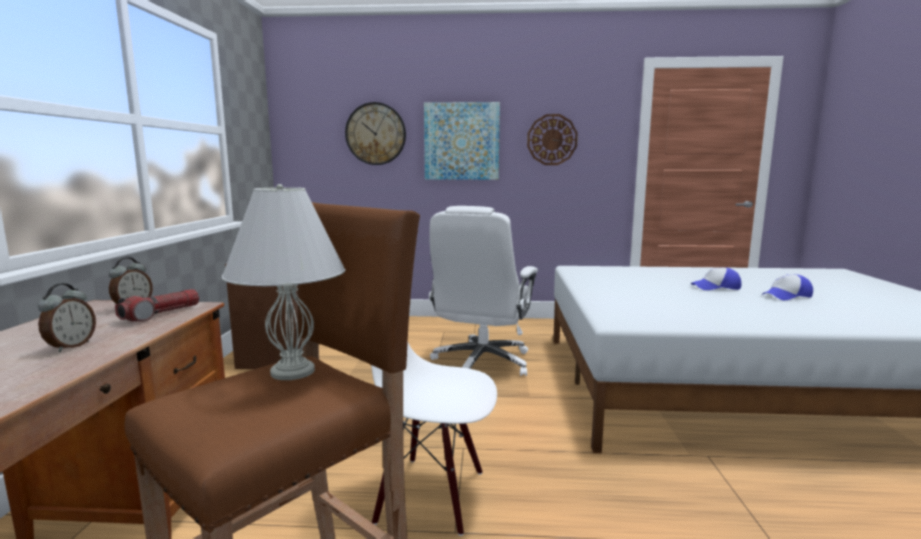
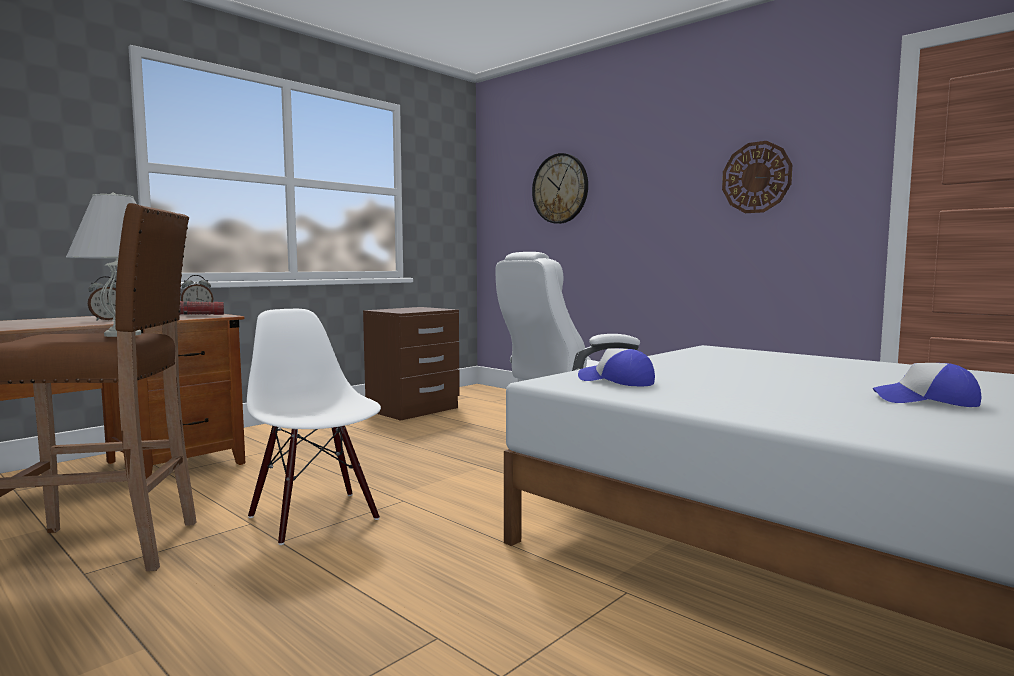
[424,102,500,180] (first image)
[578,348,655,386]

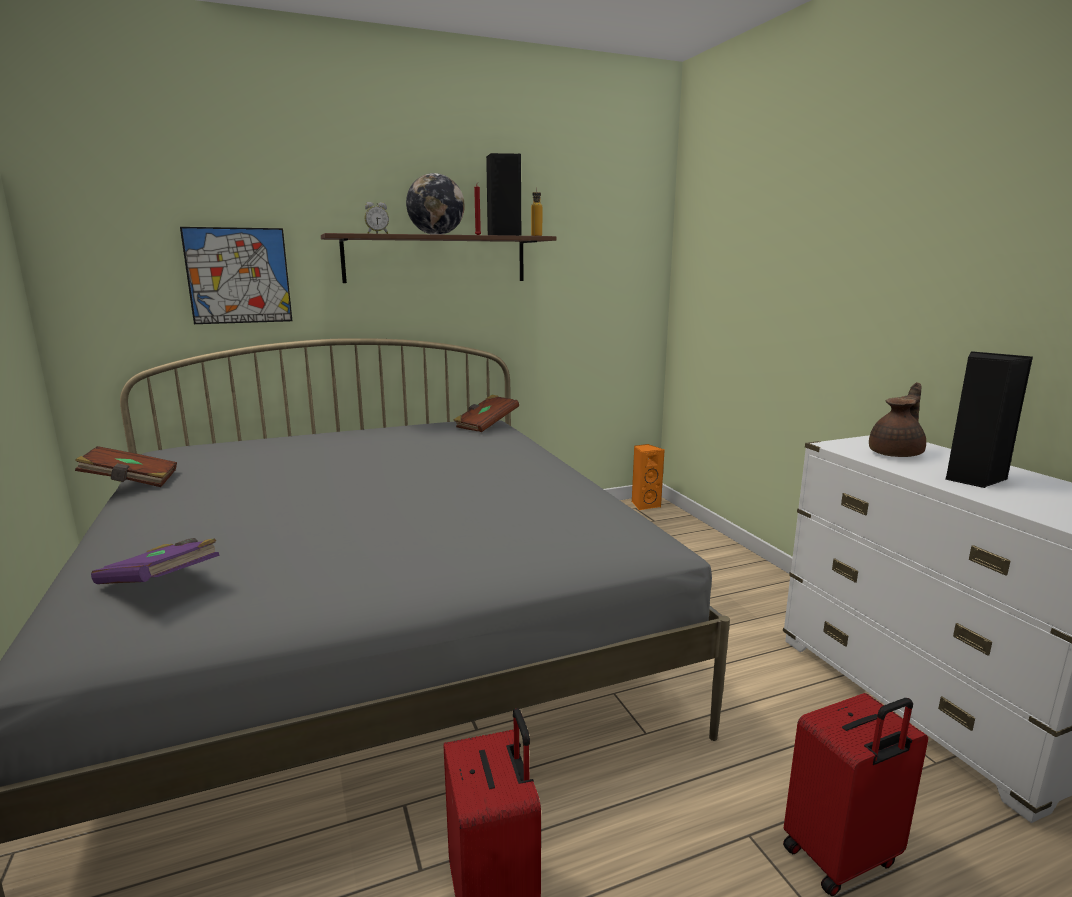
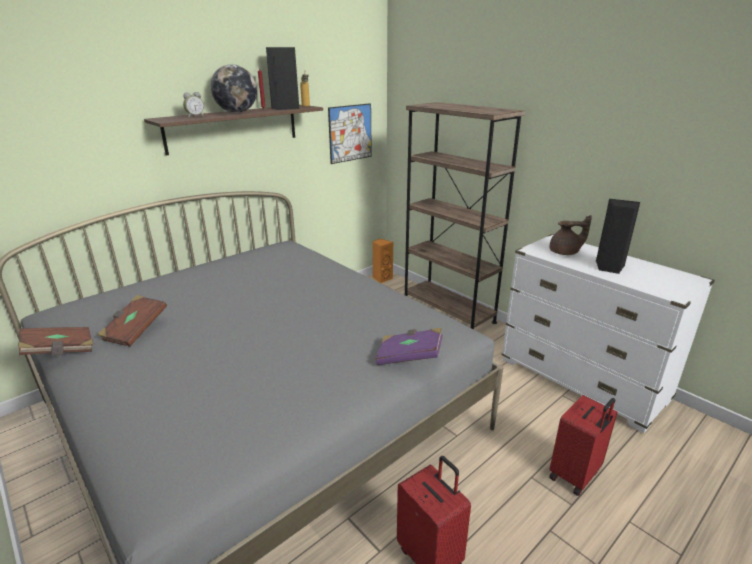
[405,102,525,329]
[375,328,443,365]
[328,103,372,164]
[97,295,167,347]
[550,215,592,255]

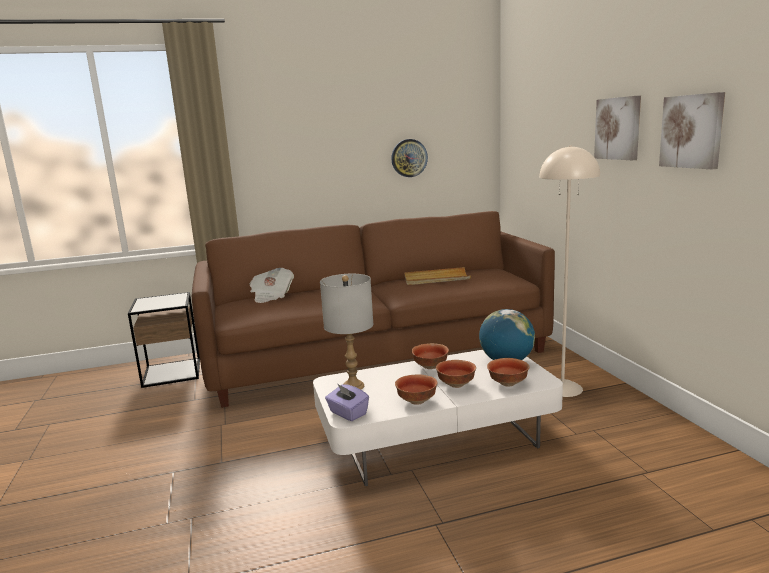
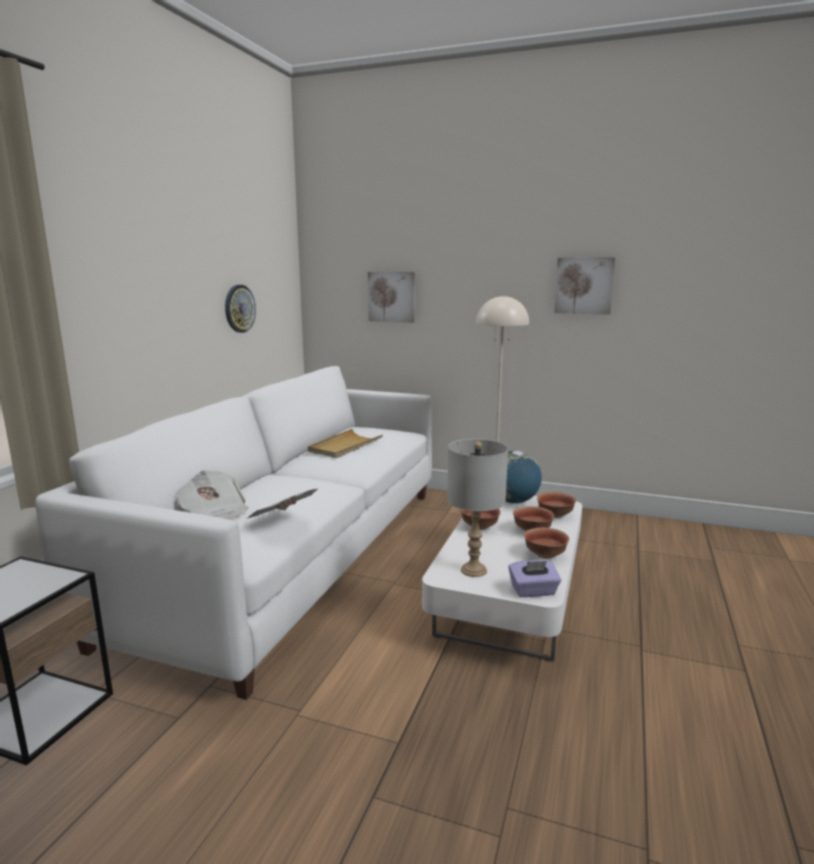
[246,489,318,519]
[368,272,415,323]
[35,366,432,700]

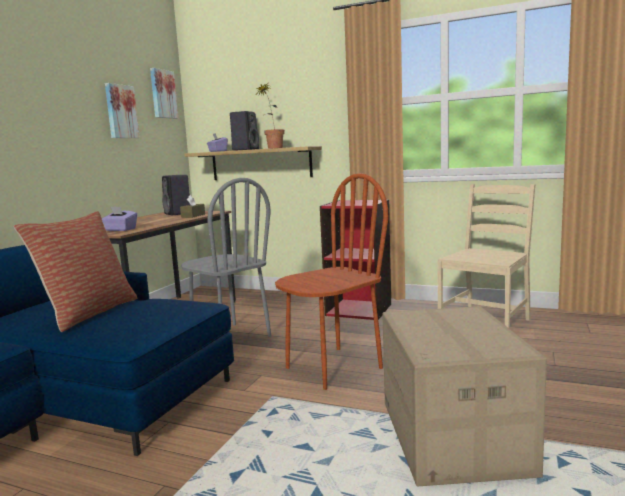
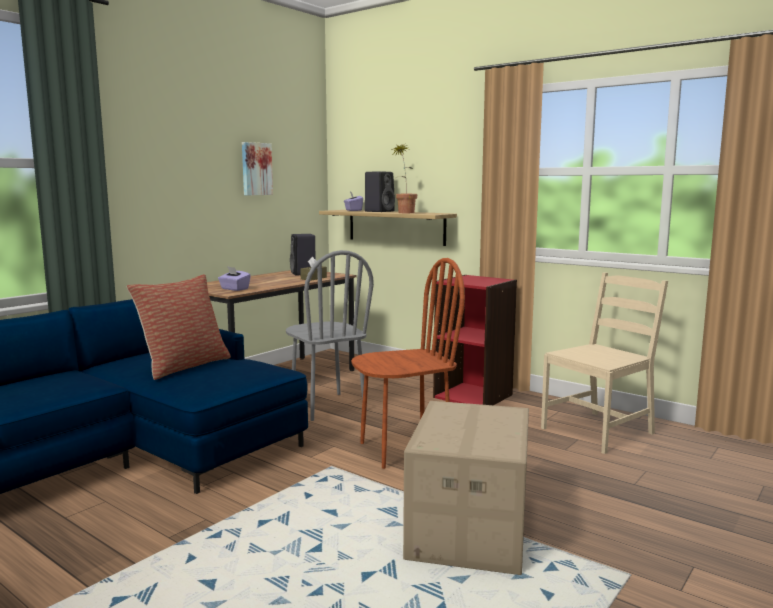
[150,68,178,119] (first image)

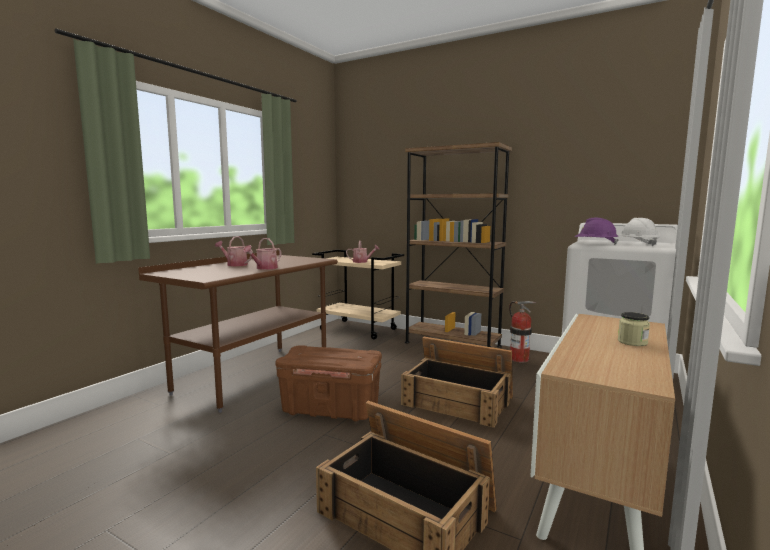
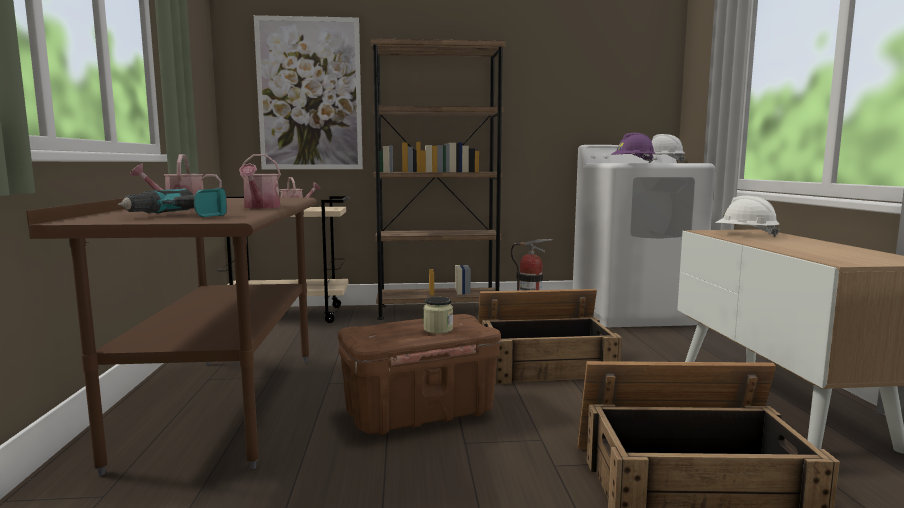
[118,188,227,217]
[254,15,363,169]
[715,196,780,237]
[424,297,453,334]

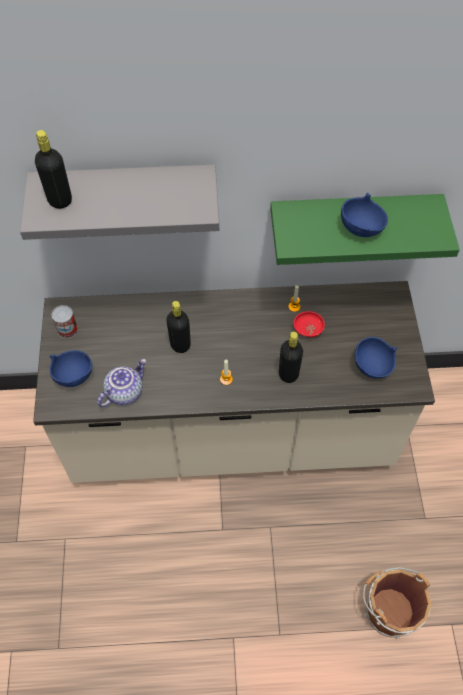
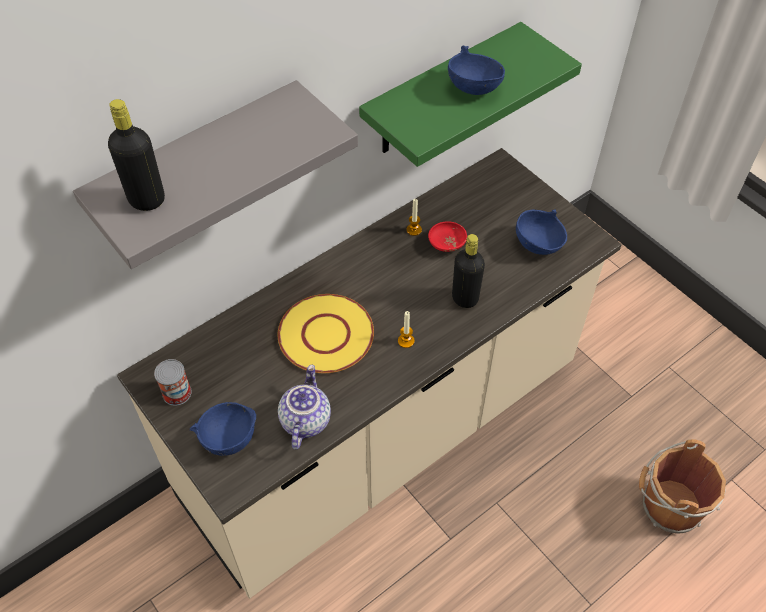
[278,294,374,373]

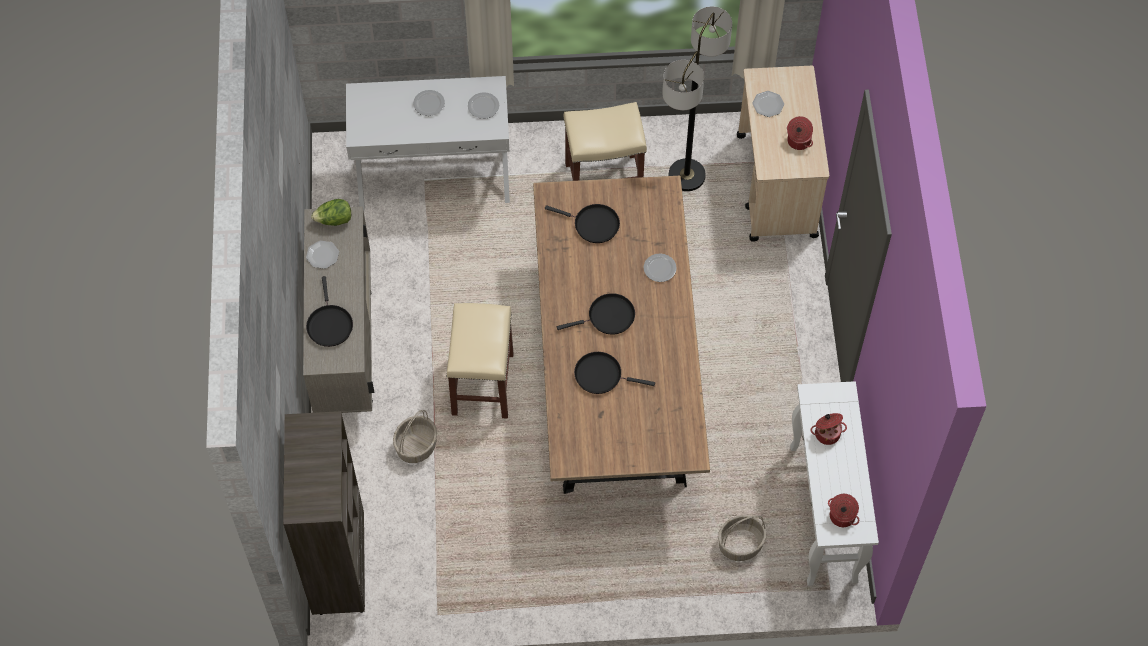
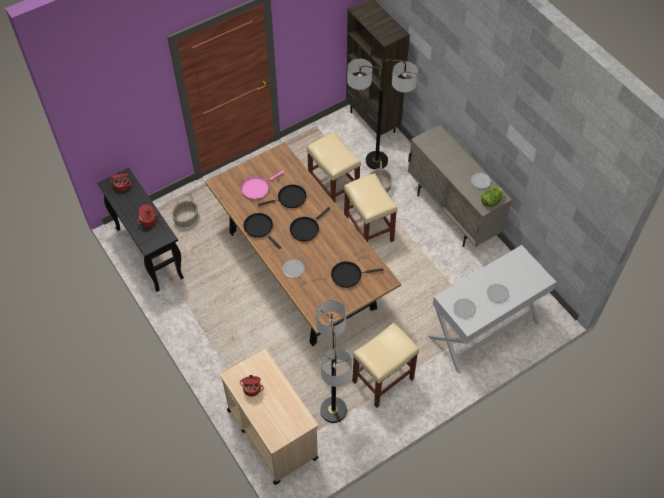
[752,91,784,117] (first image)
[241,171,284,200]
[307,132,361,202]
[347,59,418,170]
[244,213,281,249]
[97,168,184,292]

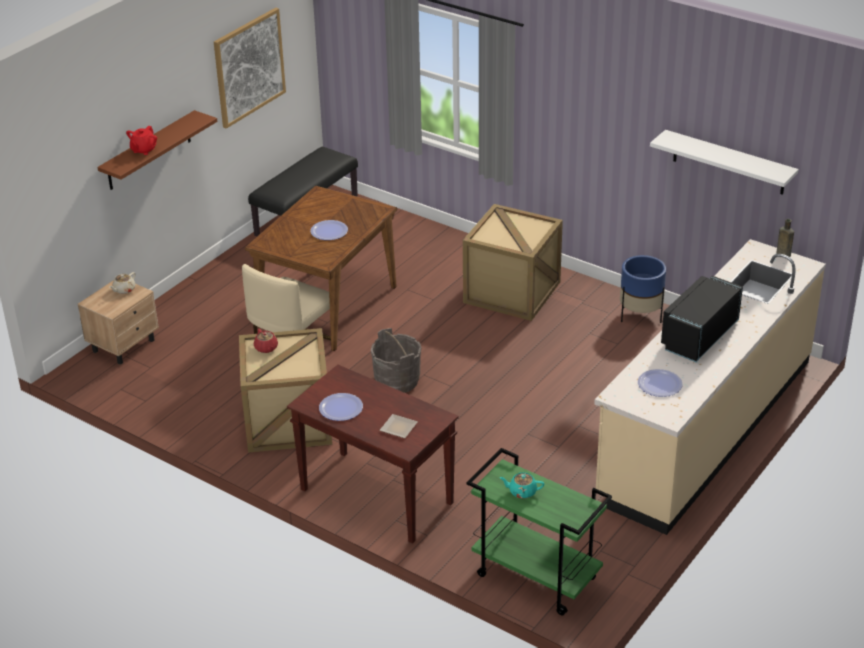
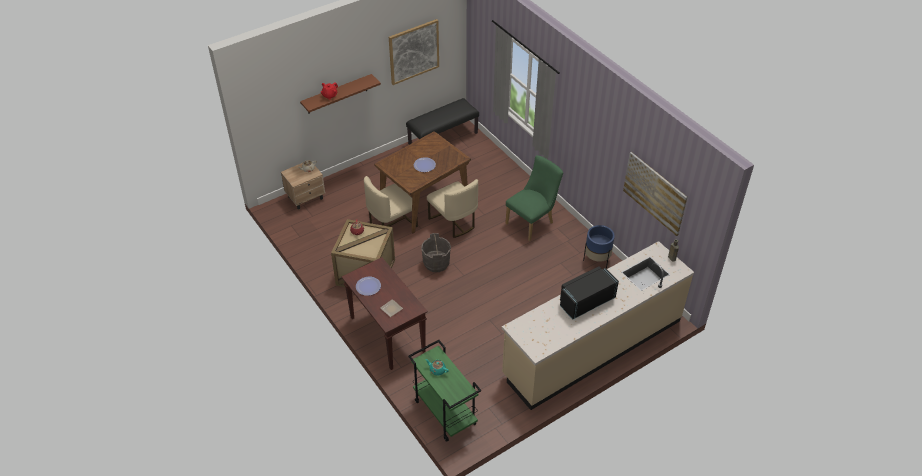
[638,369,683,397] (first image)
[427,179,478,238]
[505,155,563,241]
[623,152,687,236]

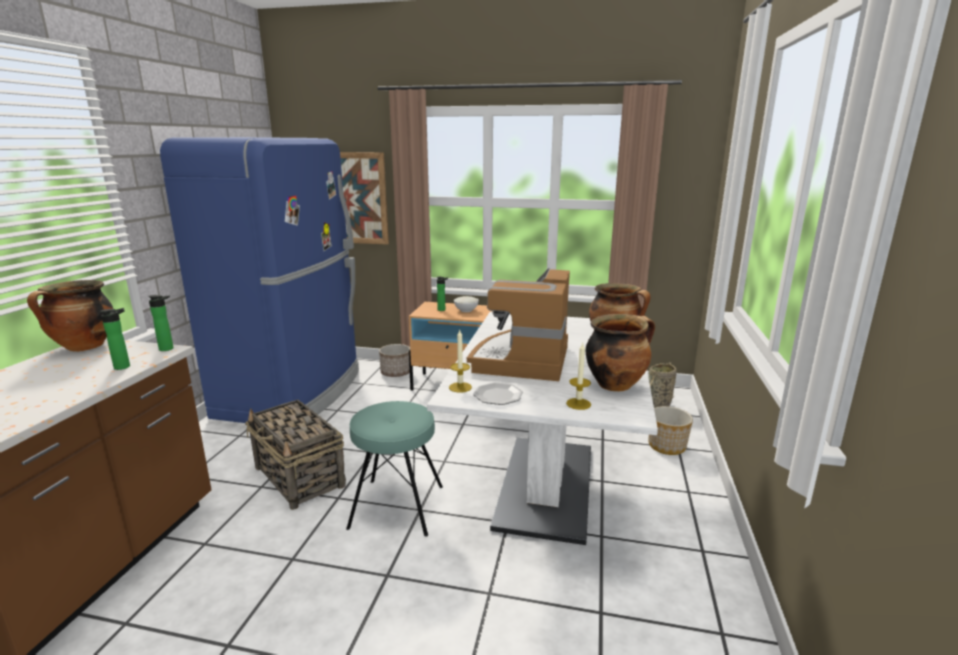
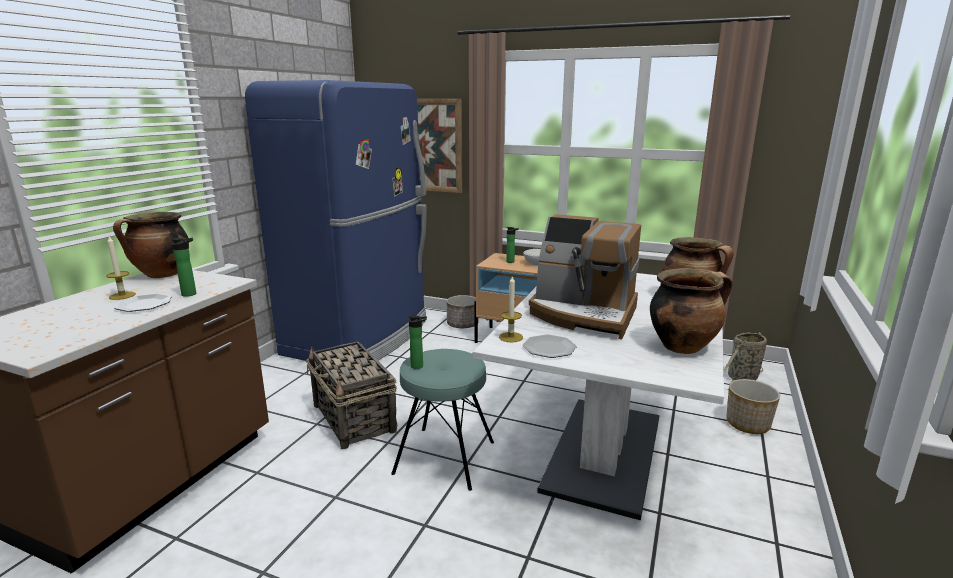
[114,293,172,312]
[408,315,427,369]
[106,236,136,300]
[529,214,641,339]

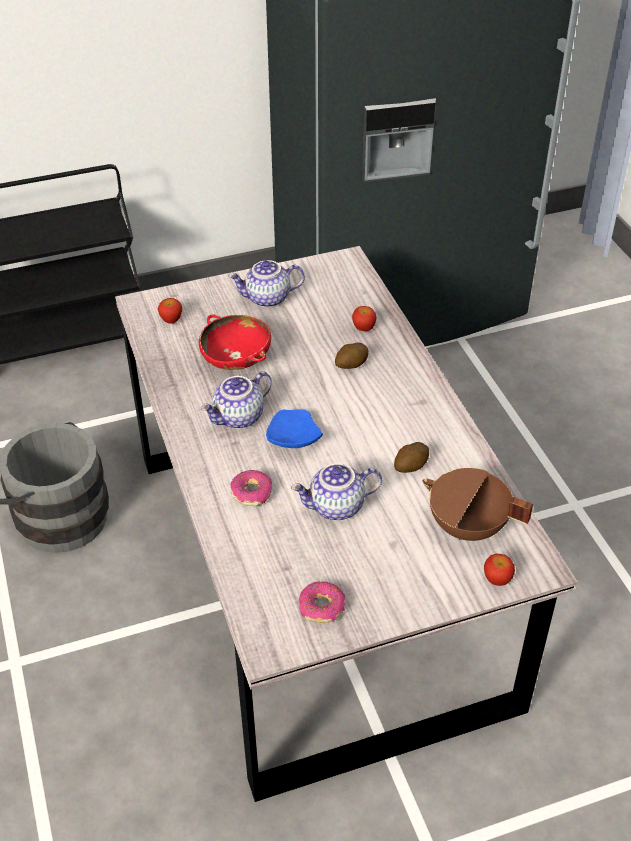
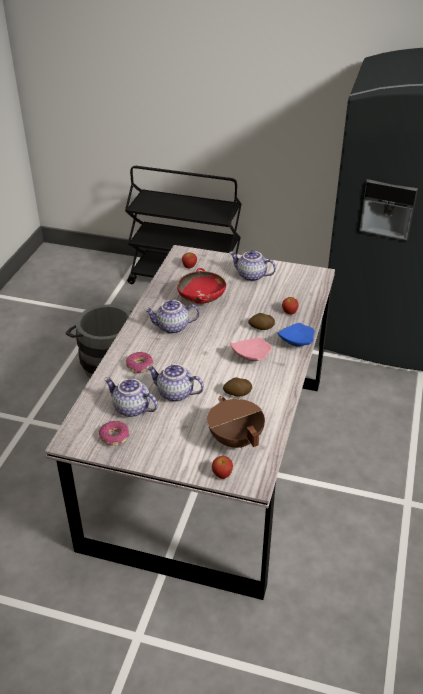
[104,377,158,417]
[230,337,272,361]
[277,323,315,346]

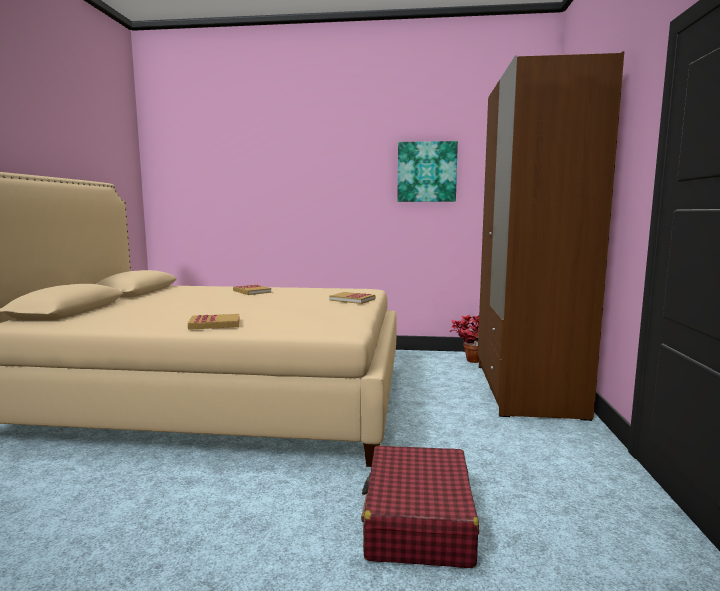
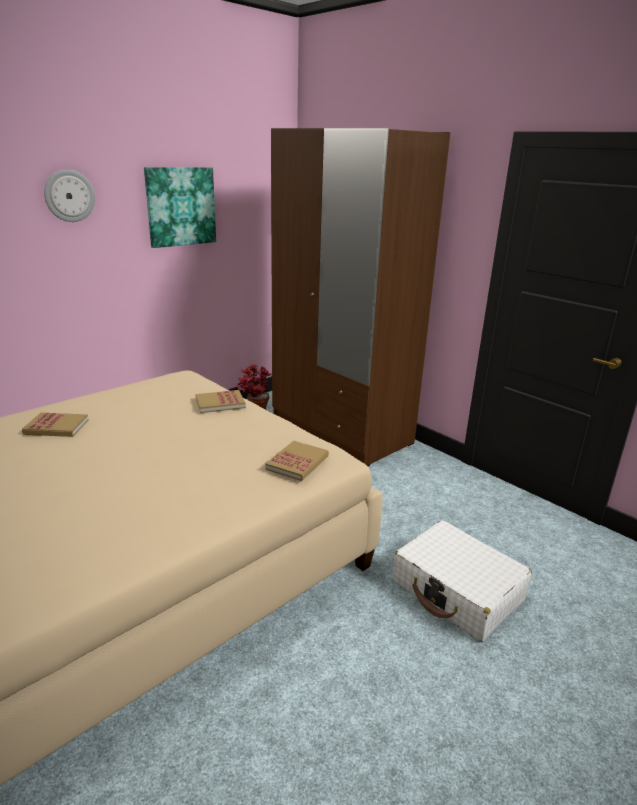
[44,169,95,222]
[265,441,329,481]
[393,520,532,642]

